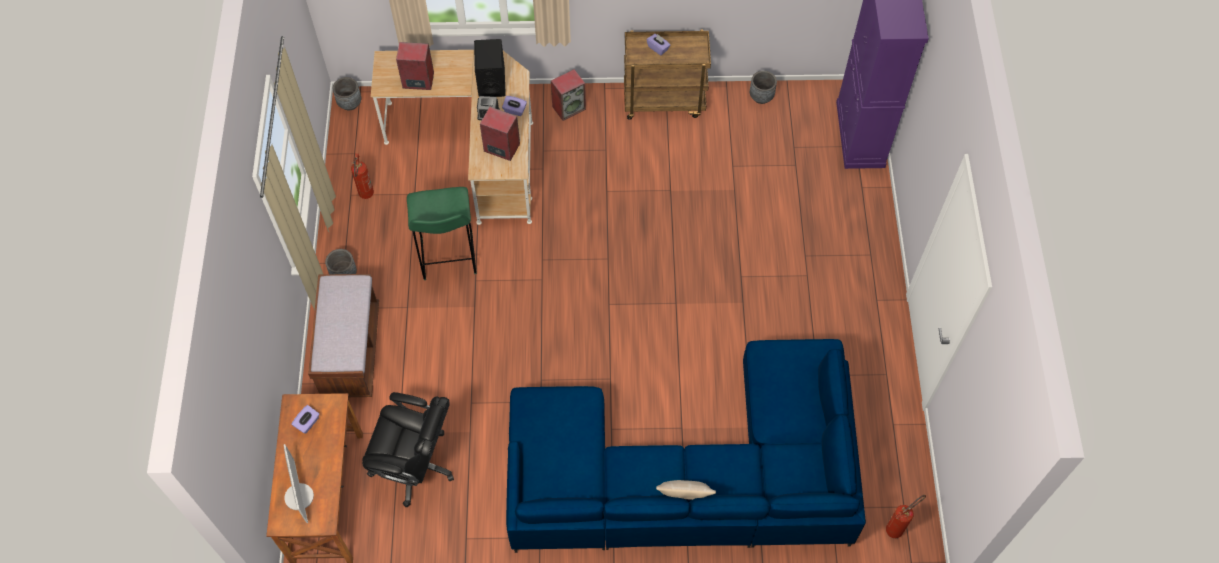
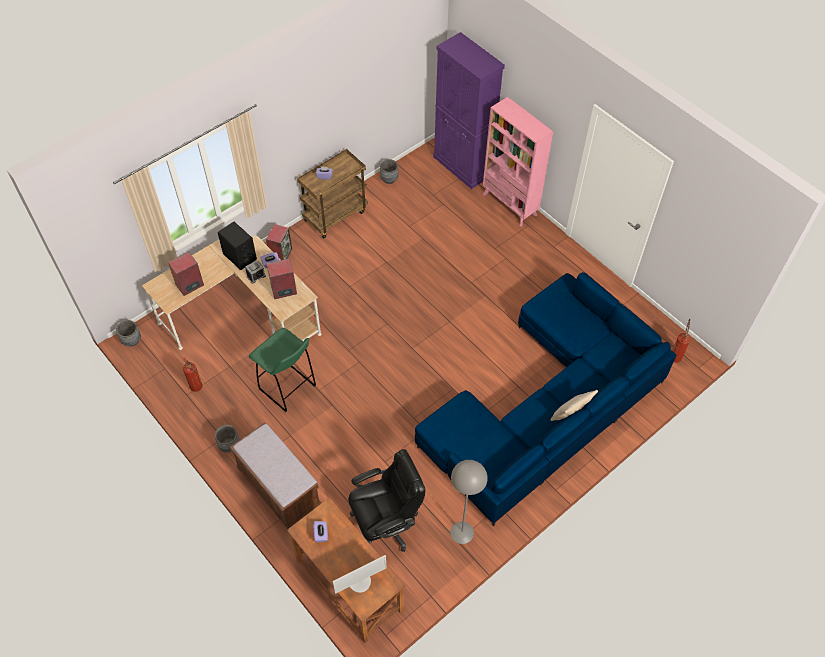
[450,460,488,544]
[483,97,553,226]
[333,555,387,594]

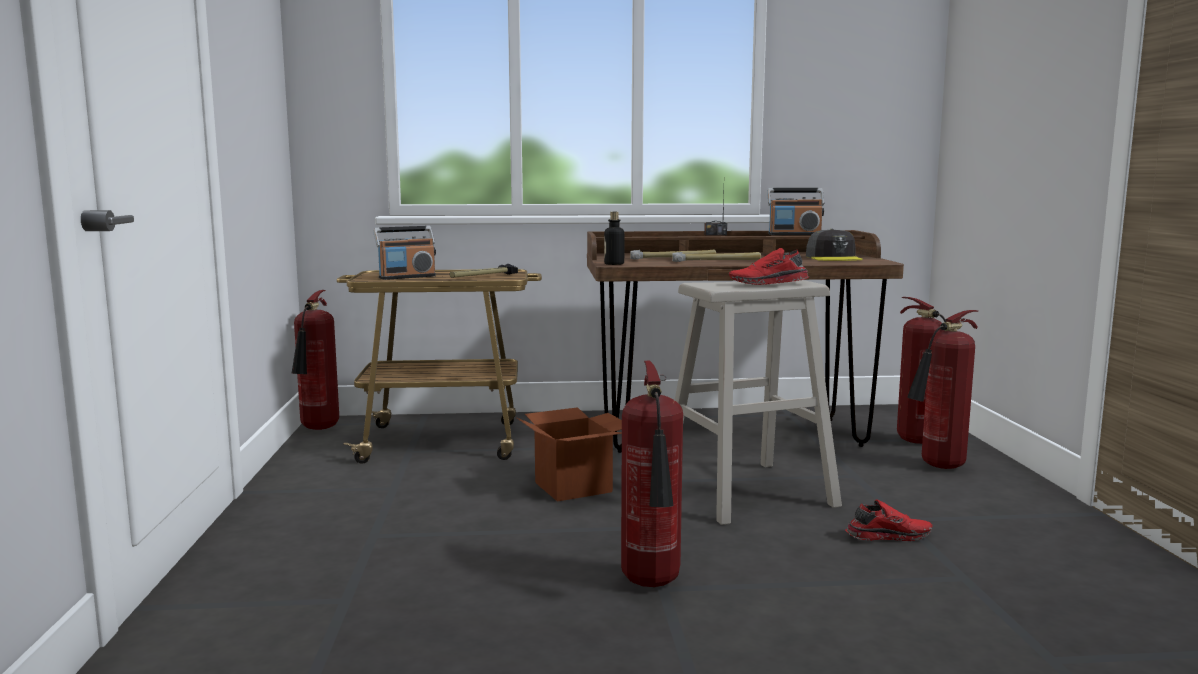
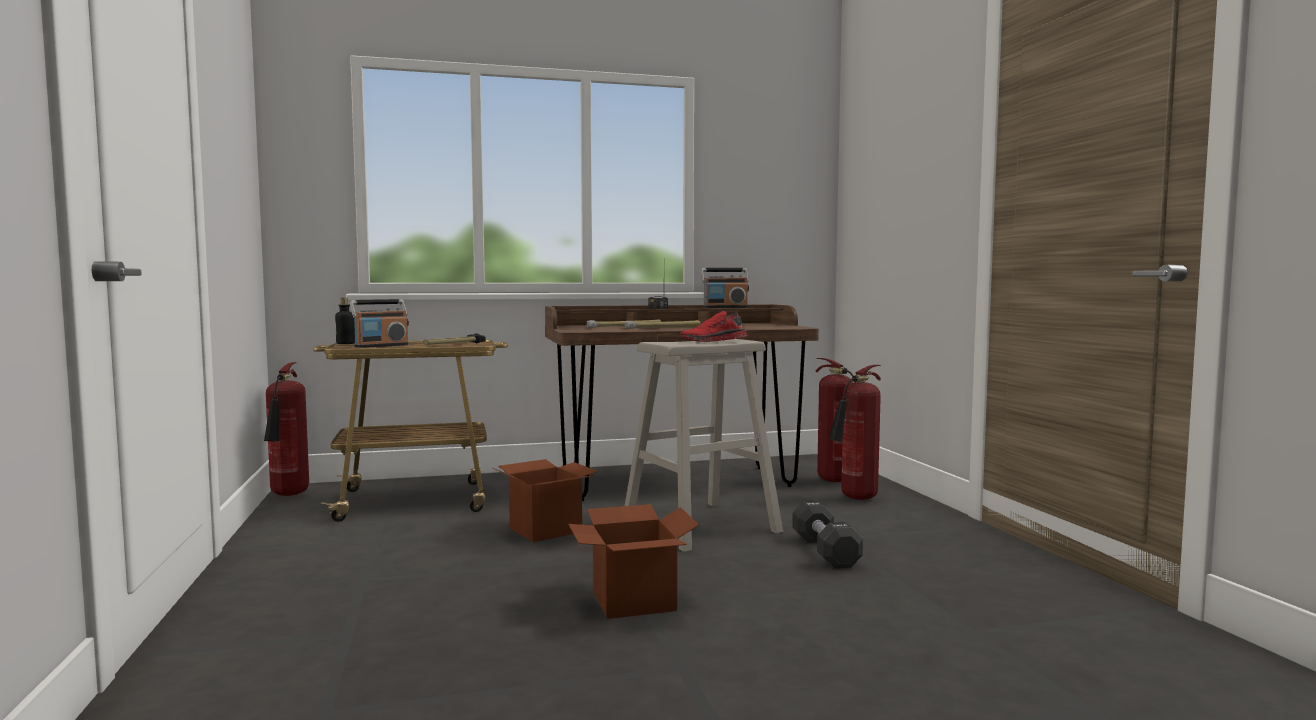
[806,229,863,261] (first image)
[335,298,355,344]
[568,504,699,619]
[792,501,863,568]

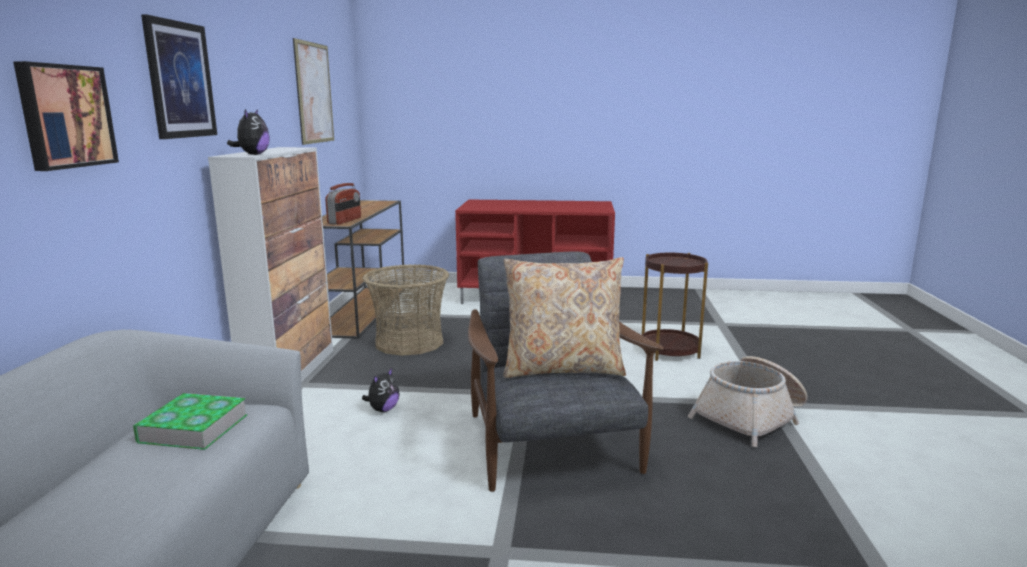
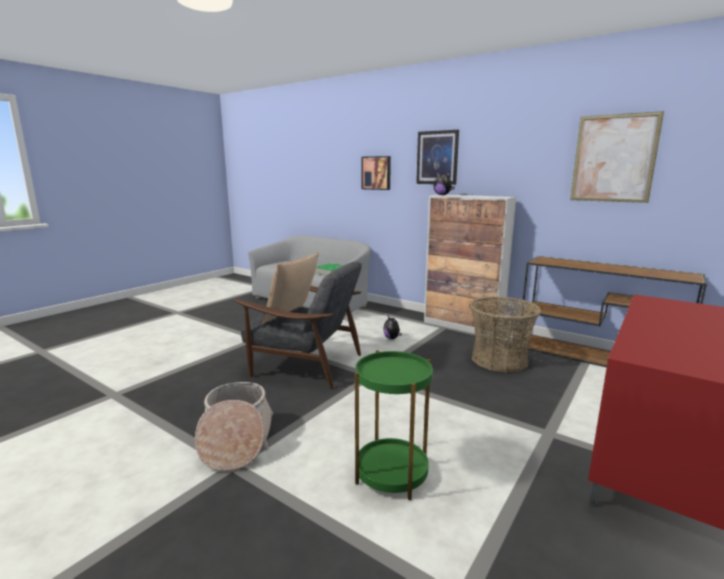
[325,183,361,225] (first image)
[355,350,433,500]

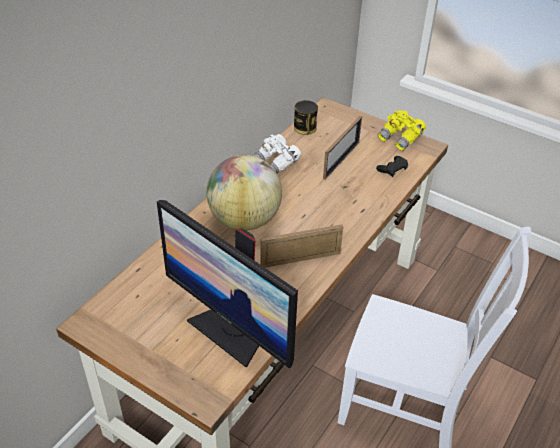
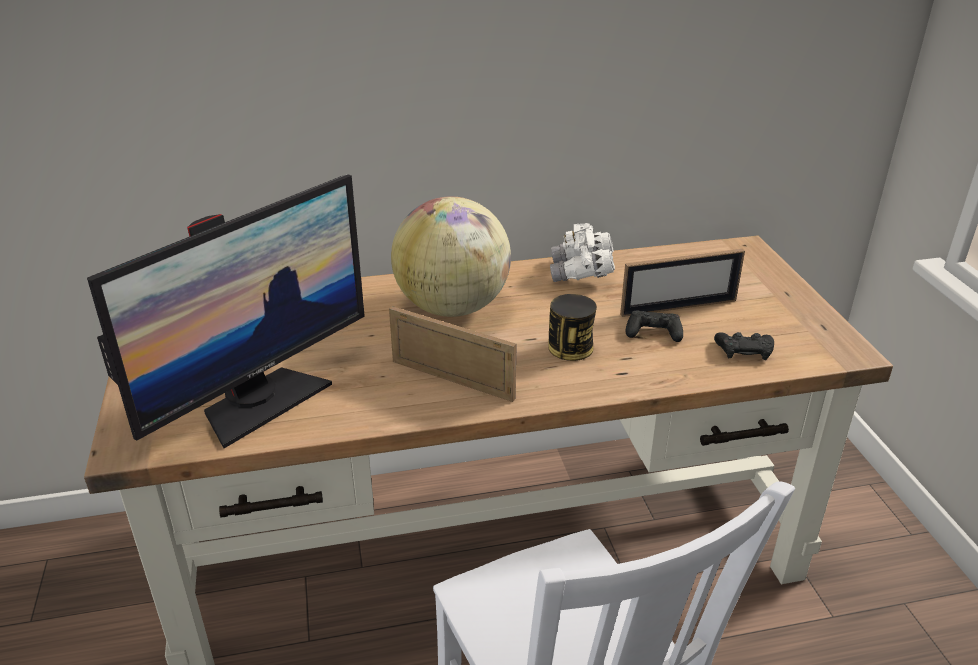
[378,110,426,151] (first image)
[625,311,683,342]
[548,294,597,361]
[87,174,365,448]

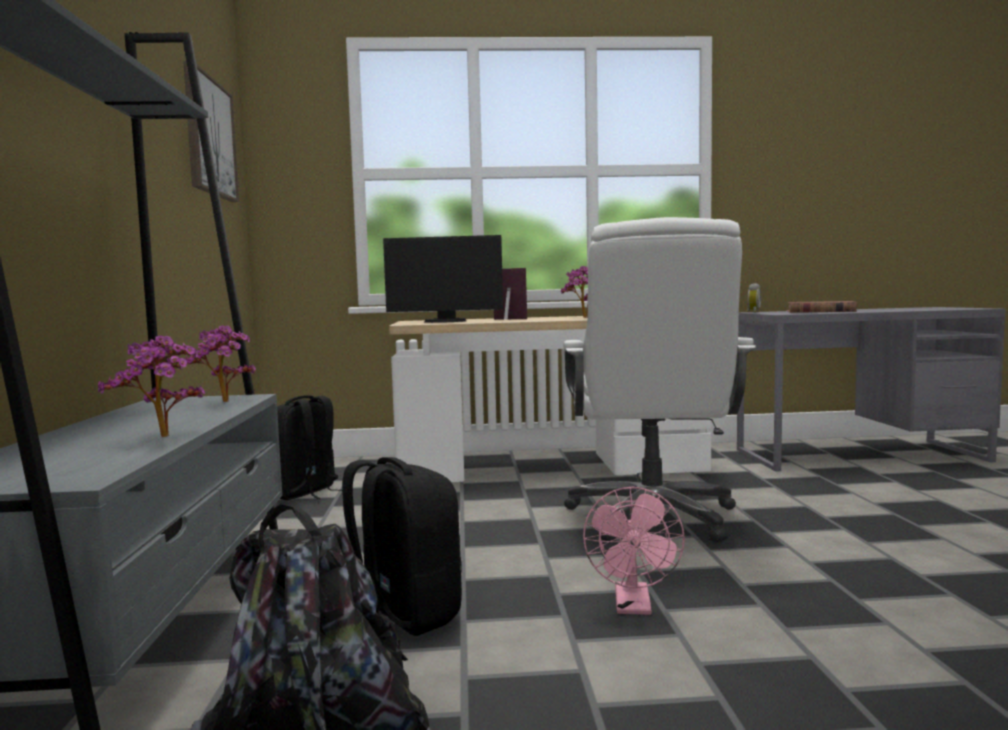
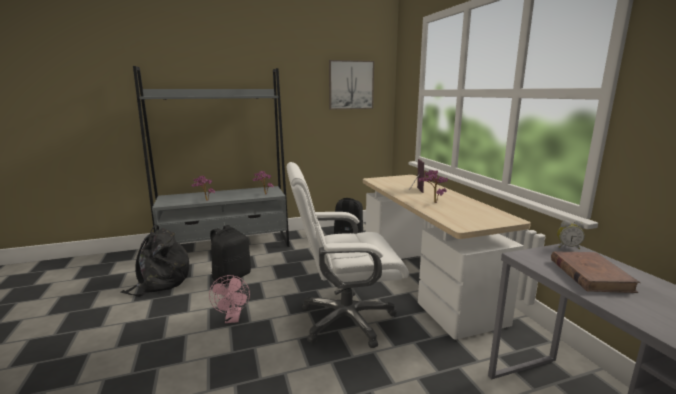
[383,235,503,323] (first image)
[209,275,250,323]

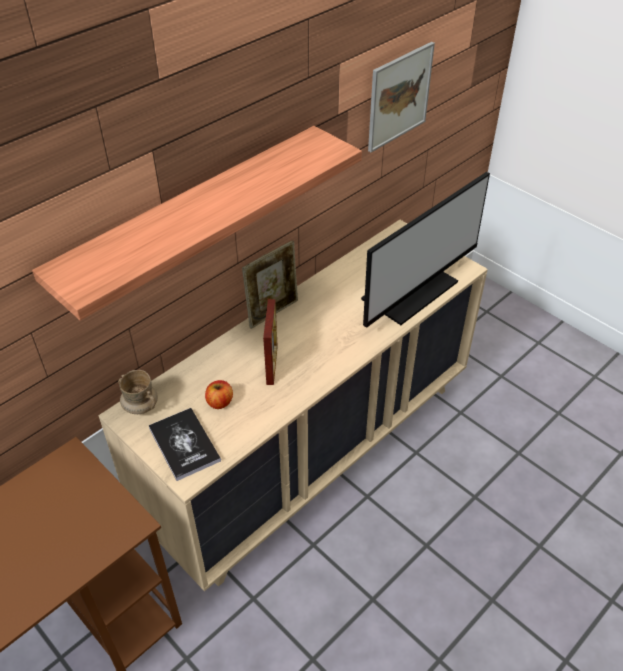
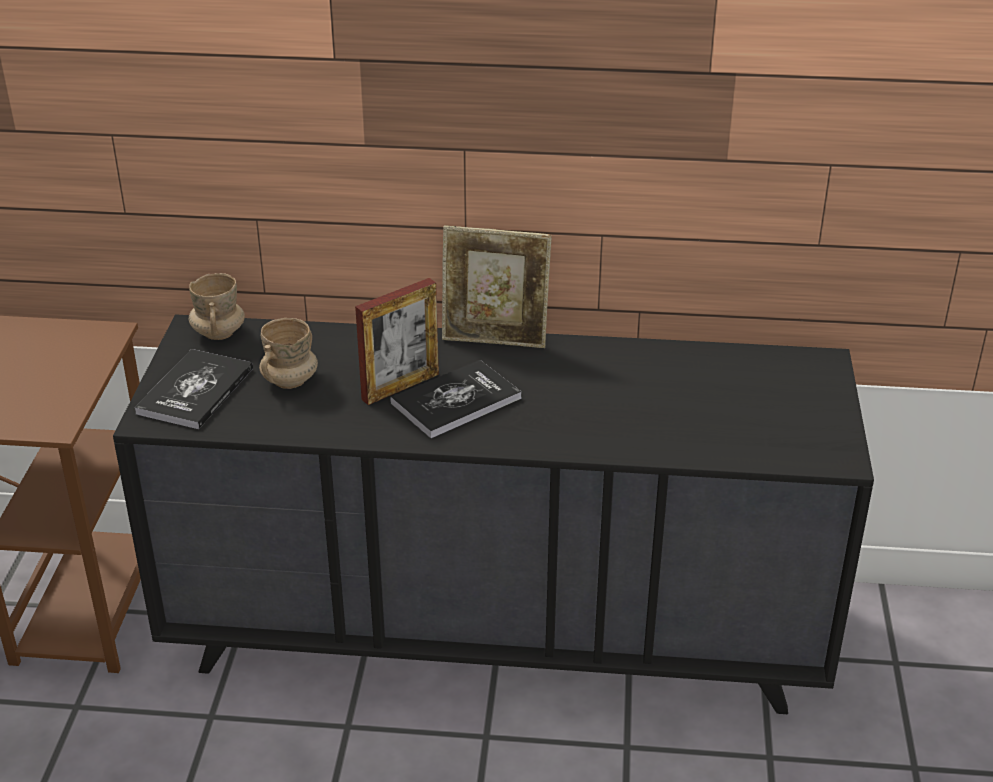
[32,126,362,320] (first image)
[361,172,490,328] (first image)
[368,42,435,152] (first image)
[390,360,522,438]
[259,318,318,389]
[113,315,874,714]

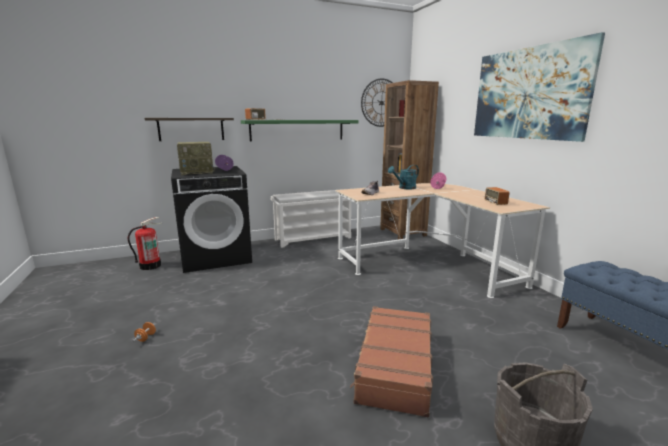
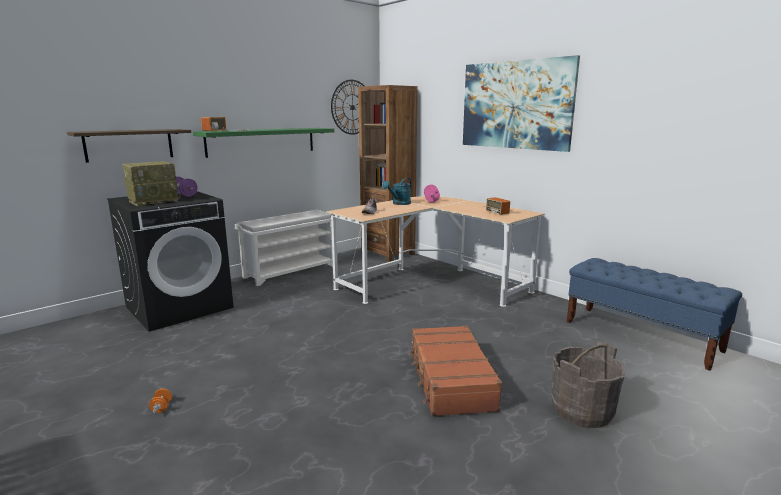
[128,217,162,270] (first image)

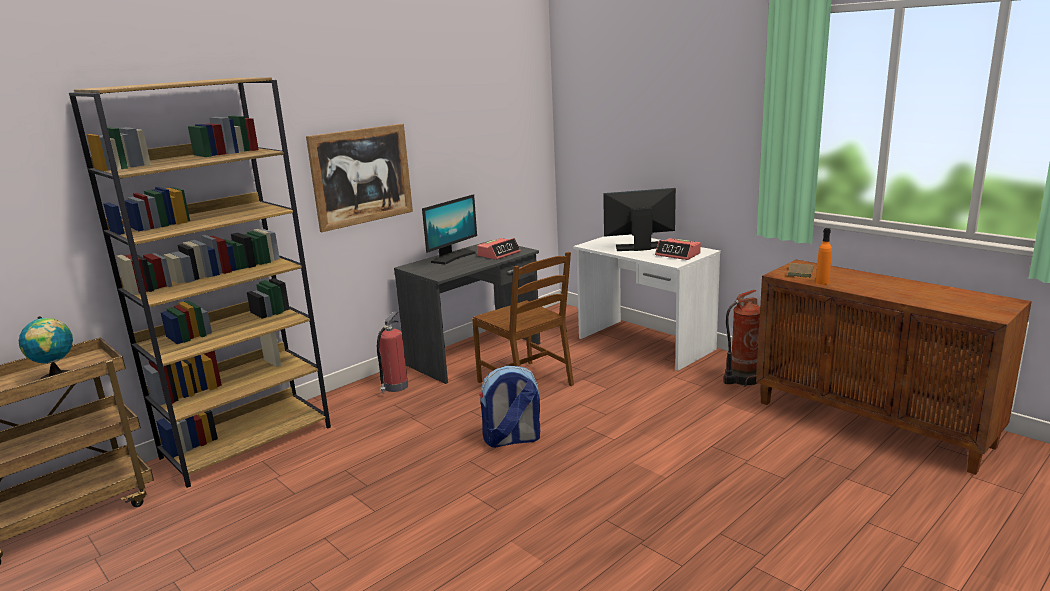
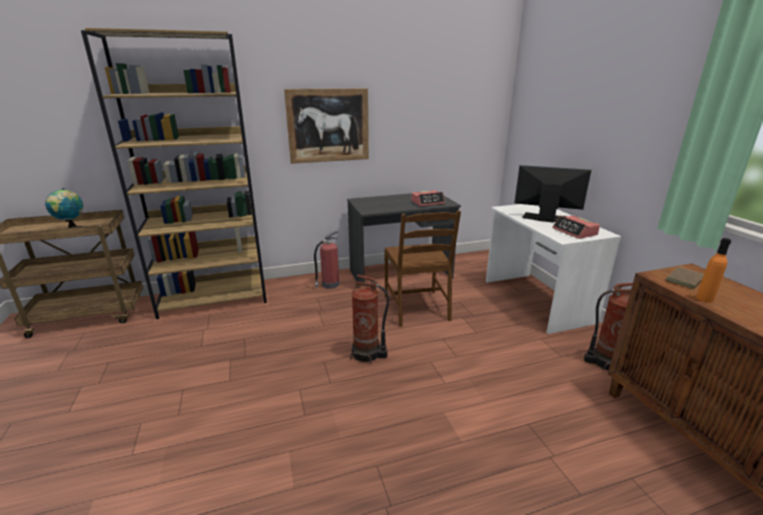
[422,194,477,265] (first image)
[350,275,389,363]

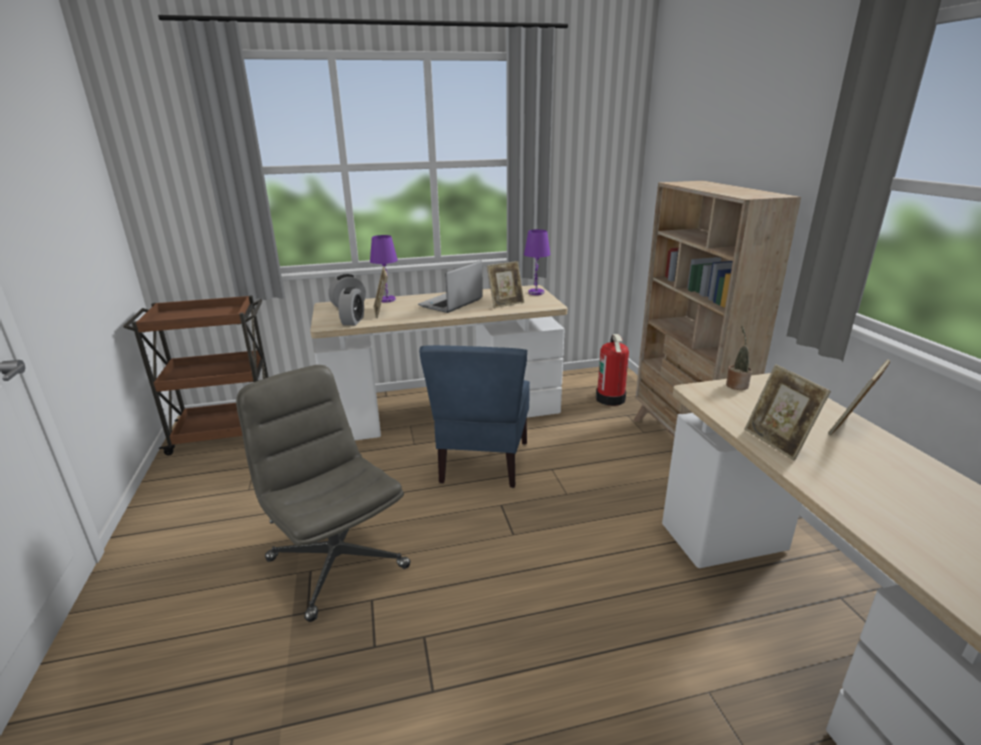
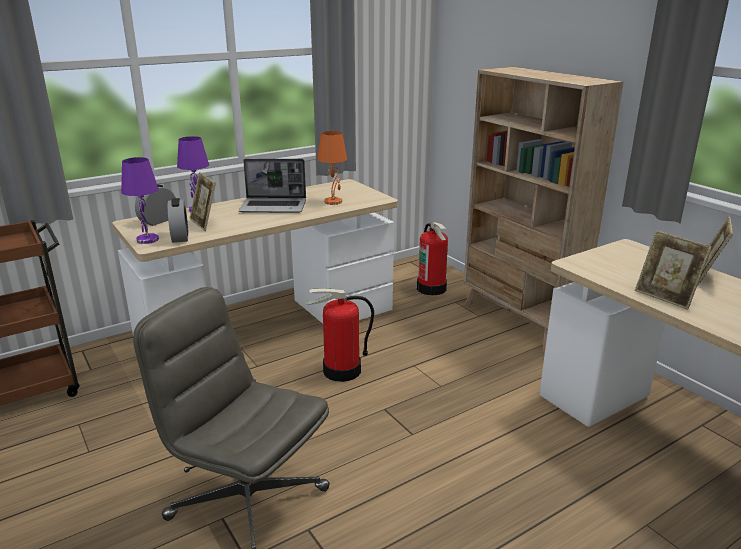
[726,326,752,390] (first image)
[121,157,159,244]
[305,288,374,382]
[317,131,347,205]
[239,159,306,213]

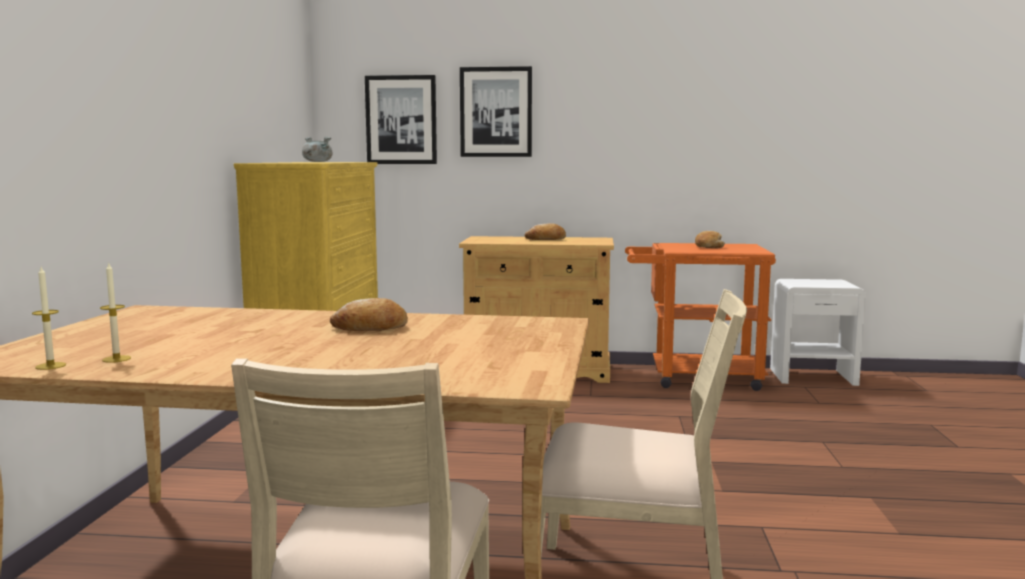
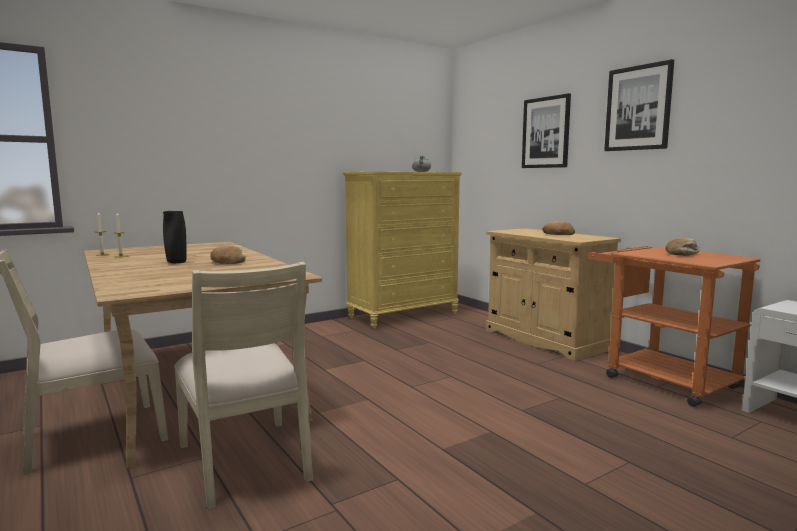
[163,211,186,263]
[604,59,674,151]

